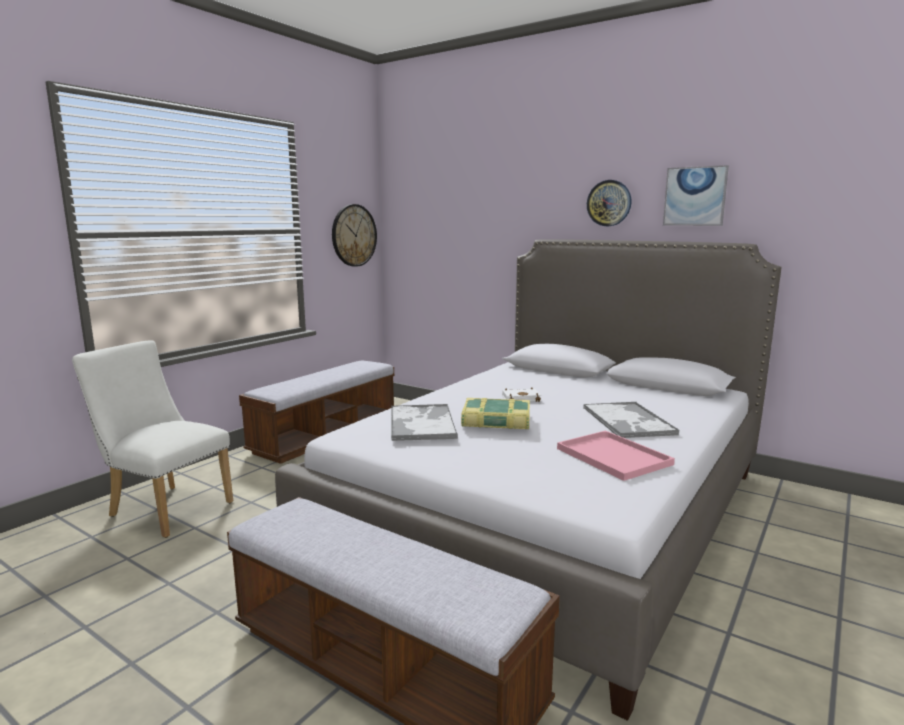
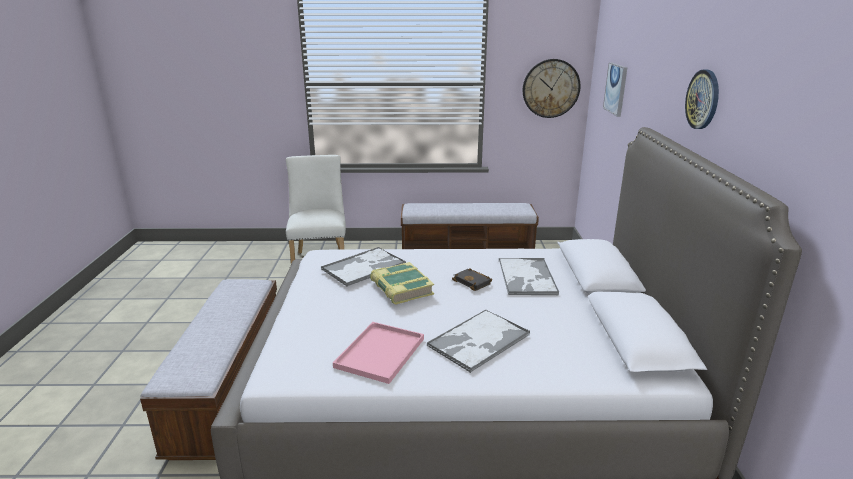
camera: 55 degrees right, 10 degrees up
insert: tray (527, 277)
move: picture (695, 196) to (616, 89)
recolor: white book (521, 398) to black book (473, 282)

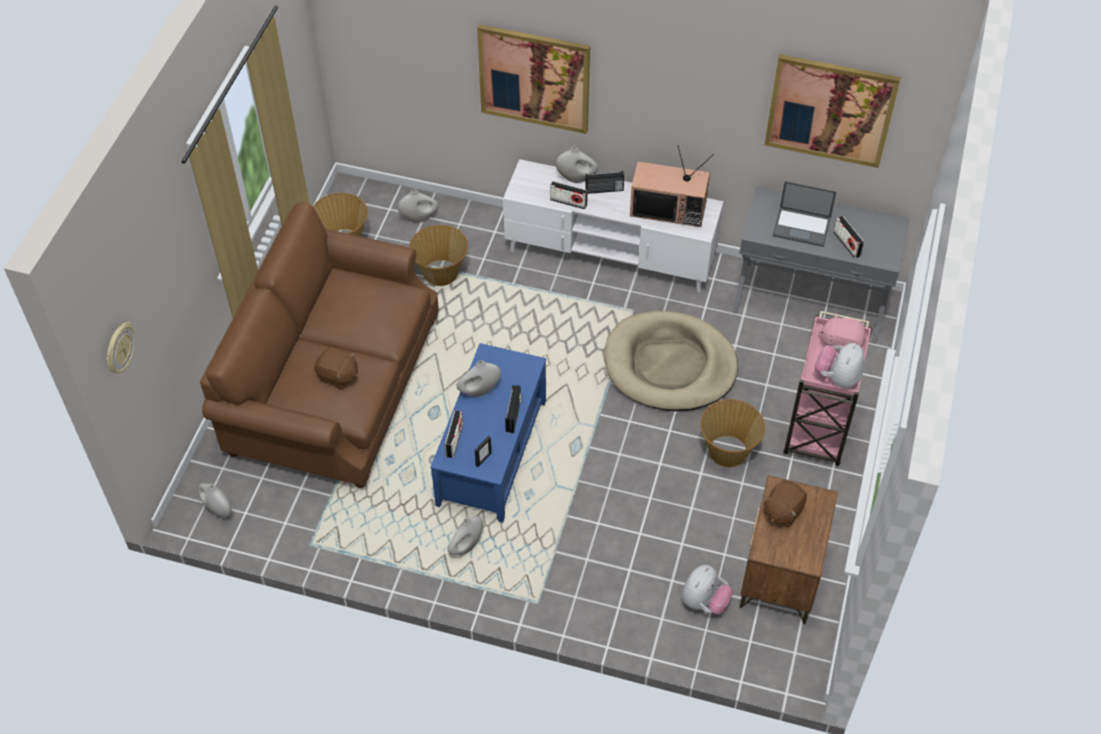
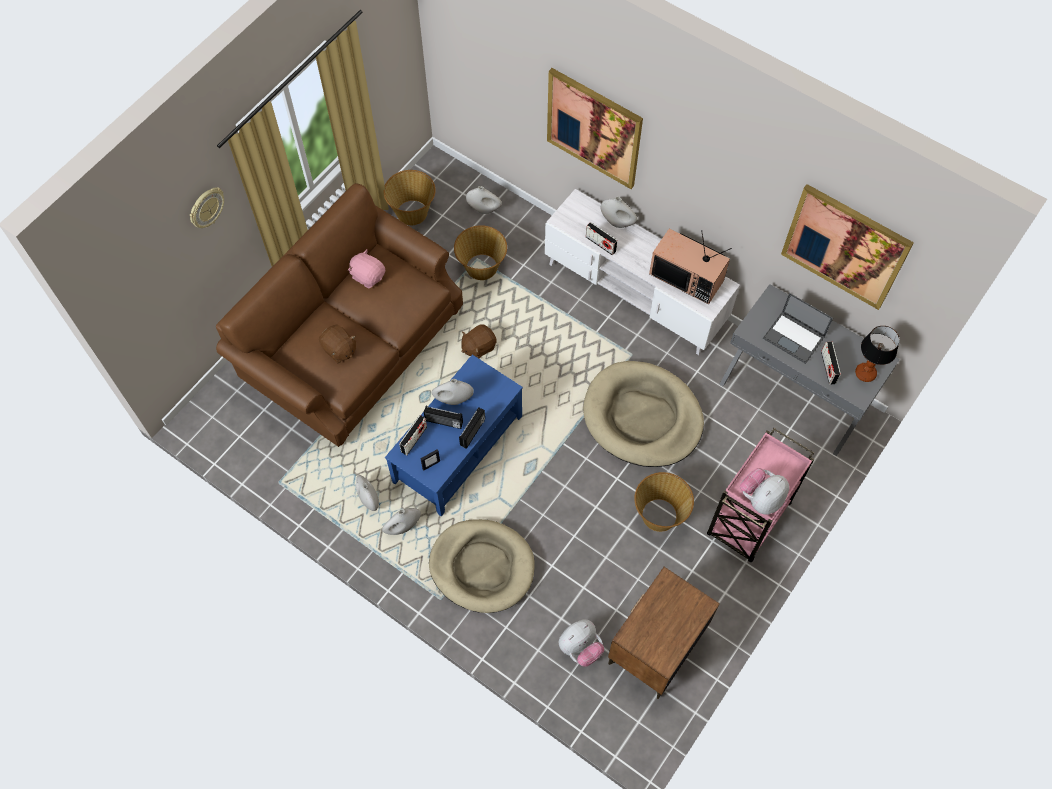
camera: 20 degrees right, 10 degrees up
insert: beige dog bed (482, 567); table lamp (865, 373)
move: wall clock (119, 349) to (206, 208); white vase (217, 509) to (368, 499); radio (604, 190) to (443, 422); brown plush toy (782, 511) to (478, 347); pink plush toy (841, 344) to (368, 276)

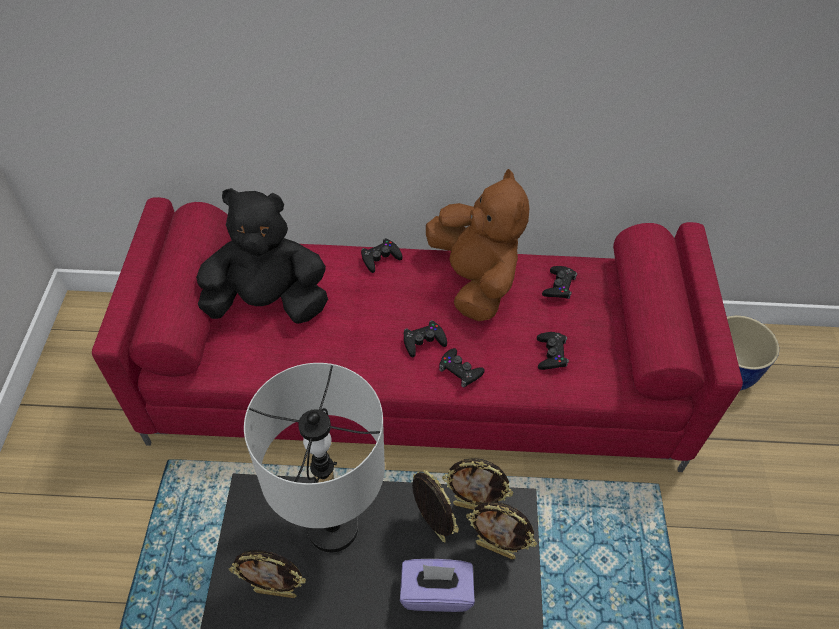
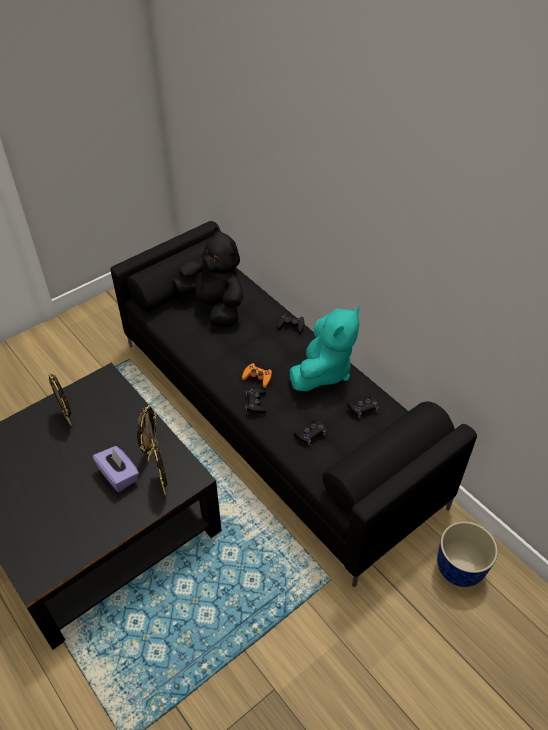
camera: 50 degrees right, 5 degrees down
delete: grey table lamp (333, 527); picture frame (473, 507)
recolor: red sofa (419, 382) to black sofa (275, 419); black game controller (423, 341) to orange game controller (257, 377); brown plush toy (474, 280) to turquoise plush toy (323, 371)

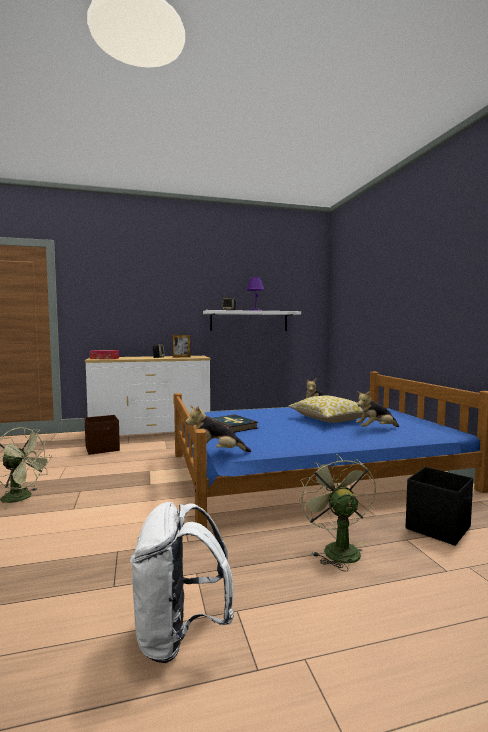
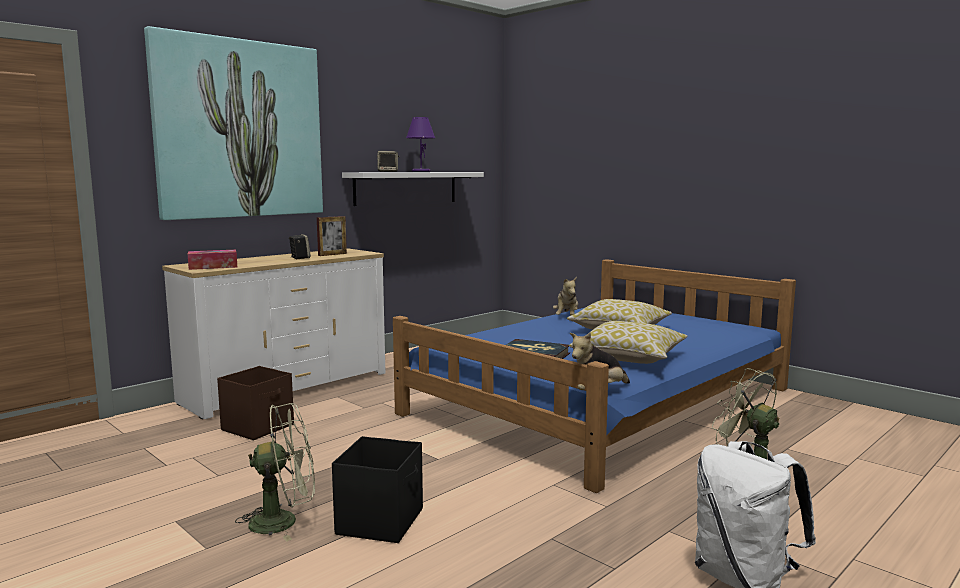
camera: 30 degrees left, 5 degrees up
delete: plush toy (375, 429)
insert: picture (239, 129); pillow (629, 358)
move: black storage box (438, 528) to (381, 521)

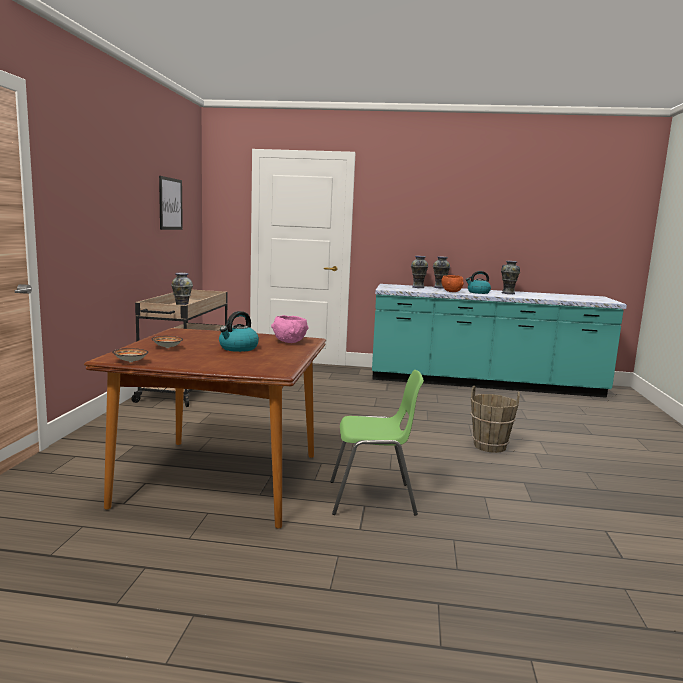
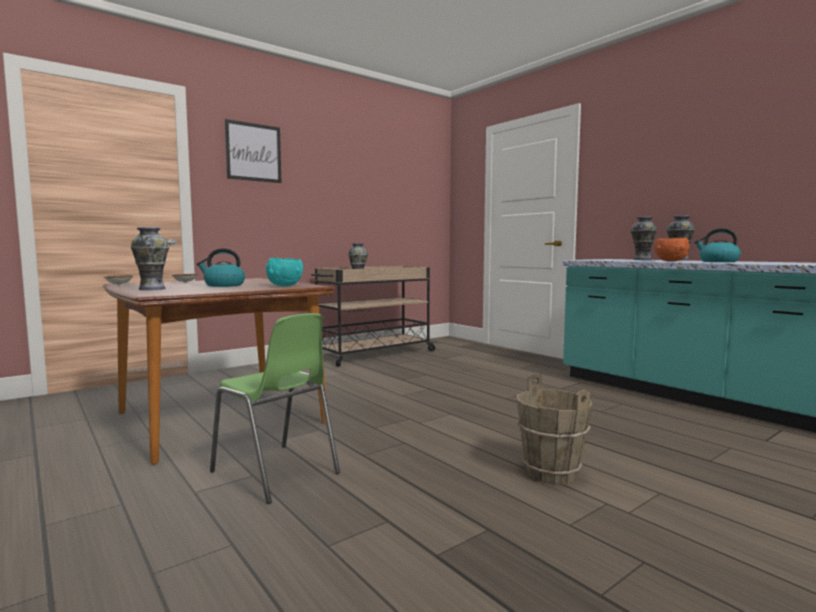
camera: 45 degrees right, 5 degrees down
move: picture (170, 204) to (253, 152); vase (508, 293) to (151, 289)
recolor: pink bowl (289, 342) to turquoise bowl (284, 286)

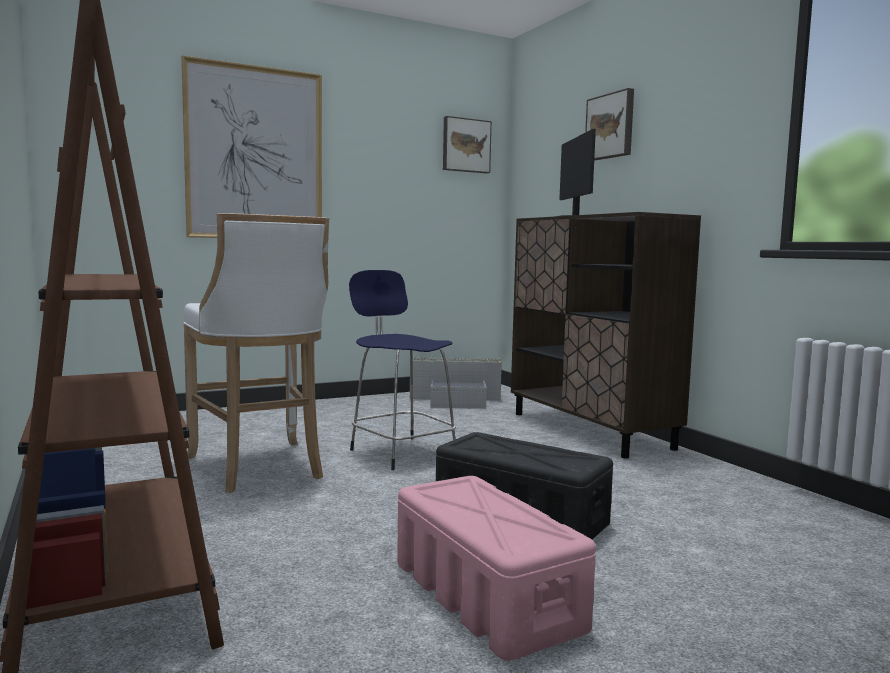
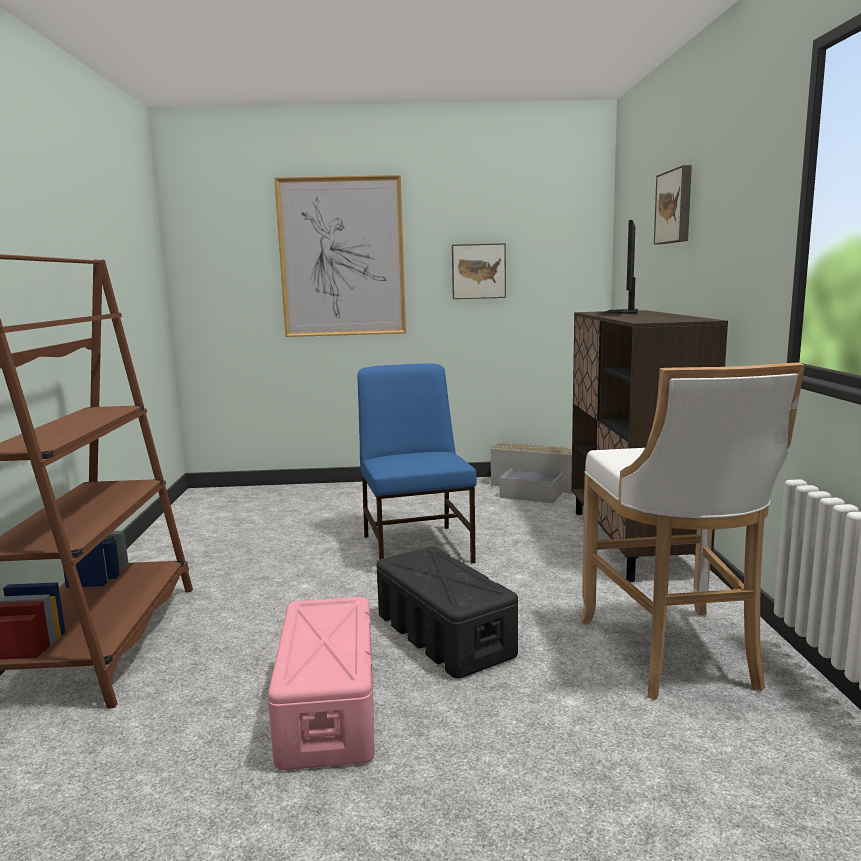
camera: 25 degrees right, 5 degrees up
move: white stool (259, 468) to (674, 655); picture (465, 145) to (478, 271)
replace: blue stool (400, 452) to blue chair (417, 547)

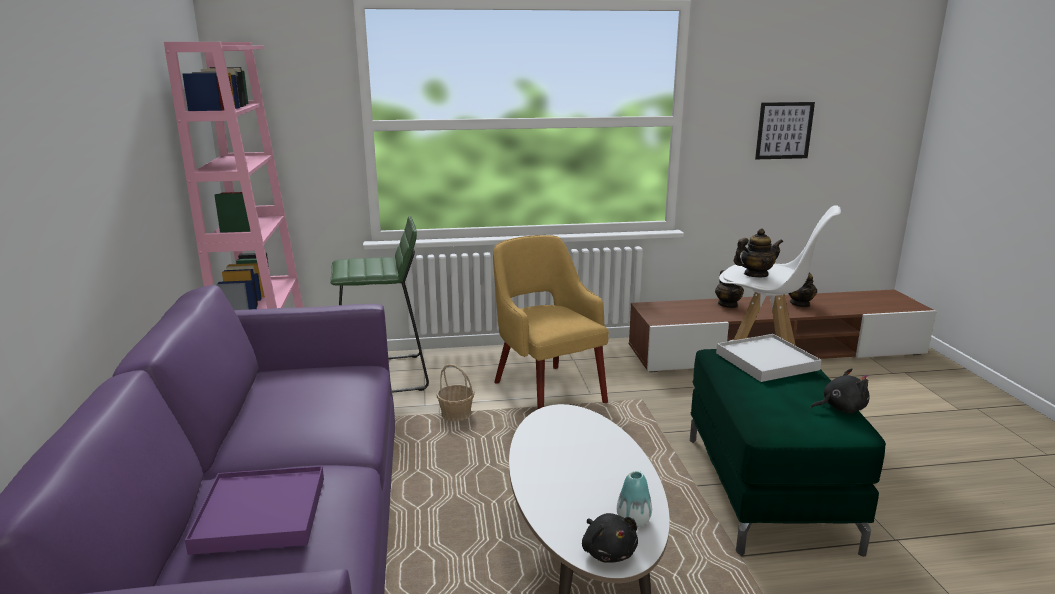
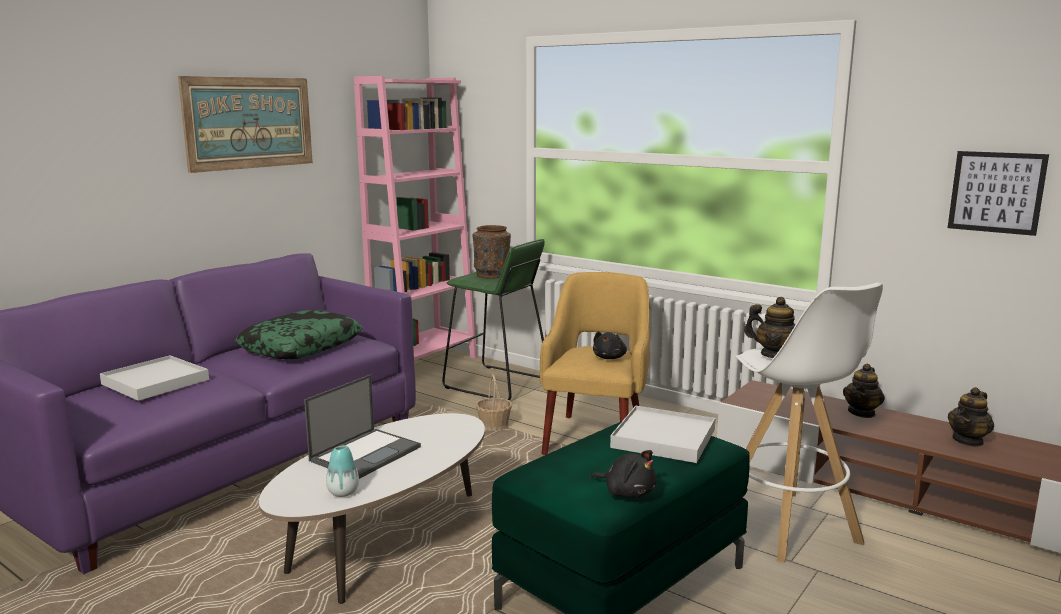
camera: 45 degrees right, 5 degrees down
insert: picture (249, 123); pillow (301, 346); laptop (366, 453); brown vase (492, 275)
move: black plush toy (608, 551) to (610, 357)
recolor: purple tray (261, 513) to white tray (156, 382)

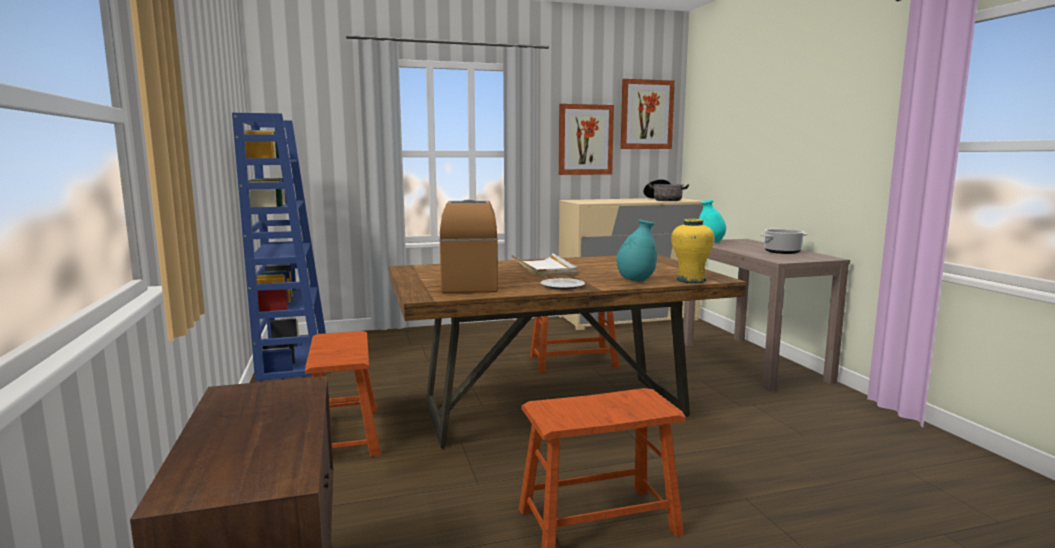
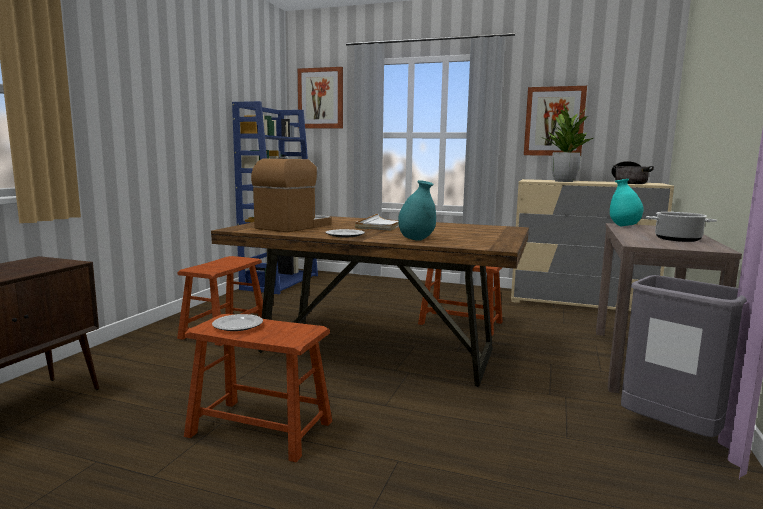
camera: 35 degrees right, 0 degrees up
delete: yellow vase (691, 280)
insert: plate (238, 325); potted plant (564, 181); grey trash can (670, 433)
move: picture (646, 114) to (320, 98)

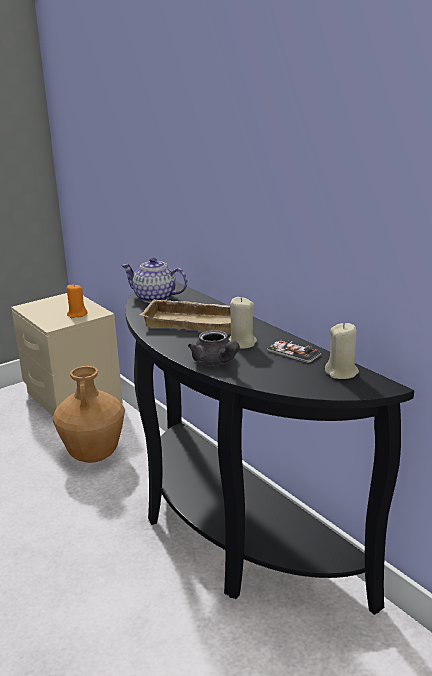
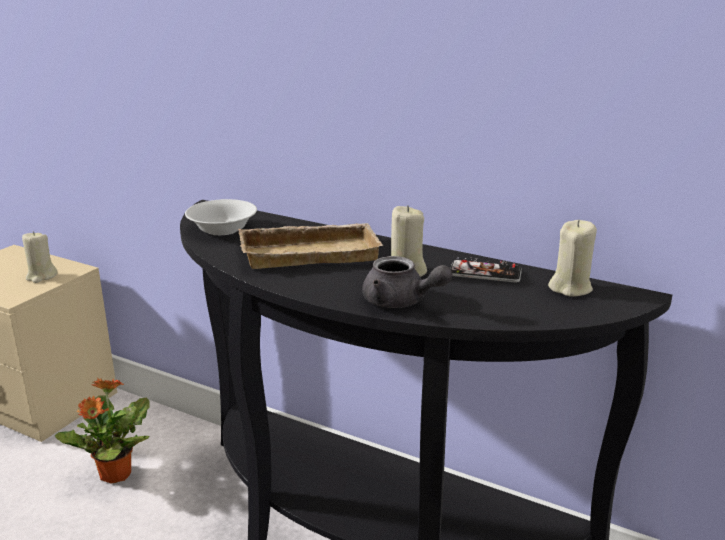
camera: 25 degrees left, 0 degrees up
replace: brown vase (93, 455) to potted plant (114, 475); teapot (155, 298) to white bowl (223, 229)
recolor: orange candle (77, 314) to beige candle (41, 276)

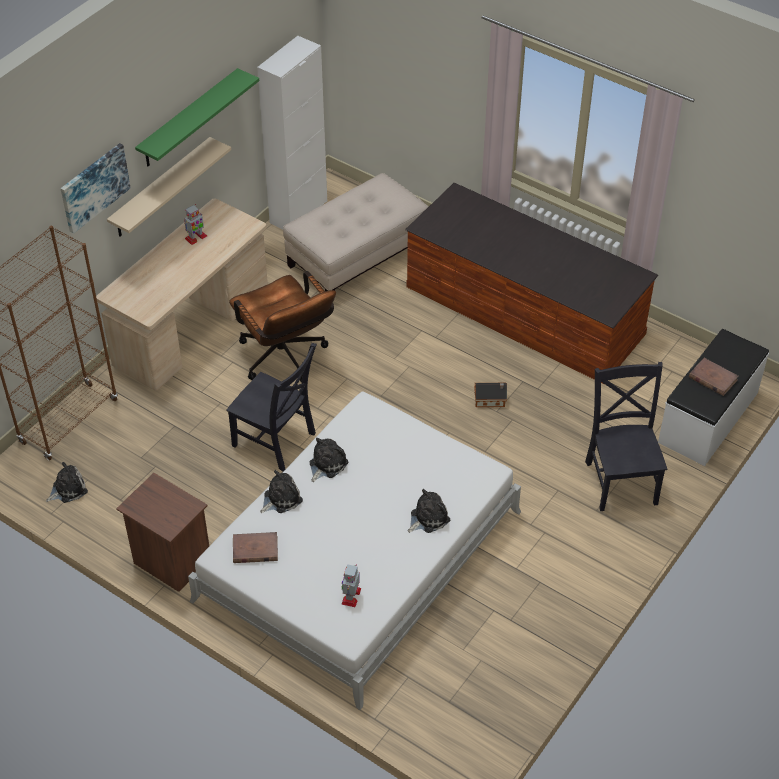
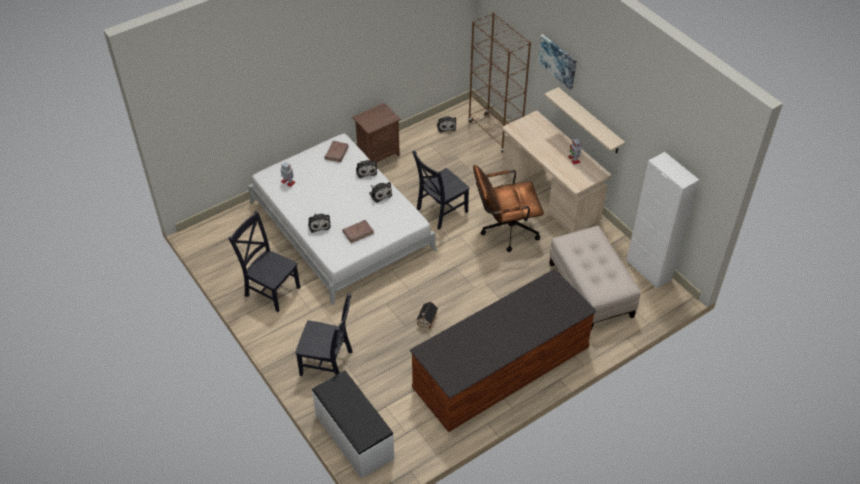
camera: 110 degrees right, 0 degrees up
delete: green shelf (189, 119)
insert: black chair (271, 290)
move: brown book (712, 378) to (358, 232)

